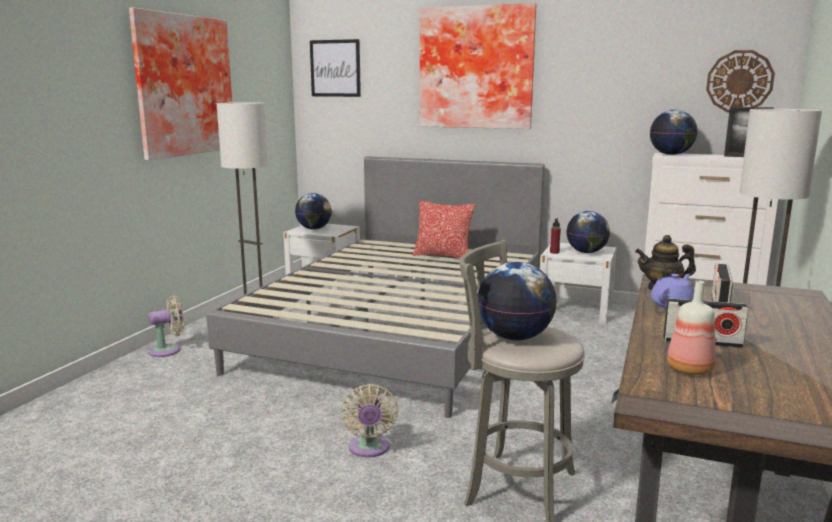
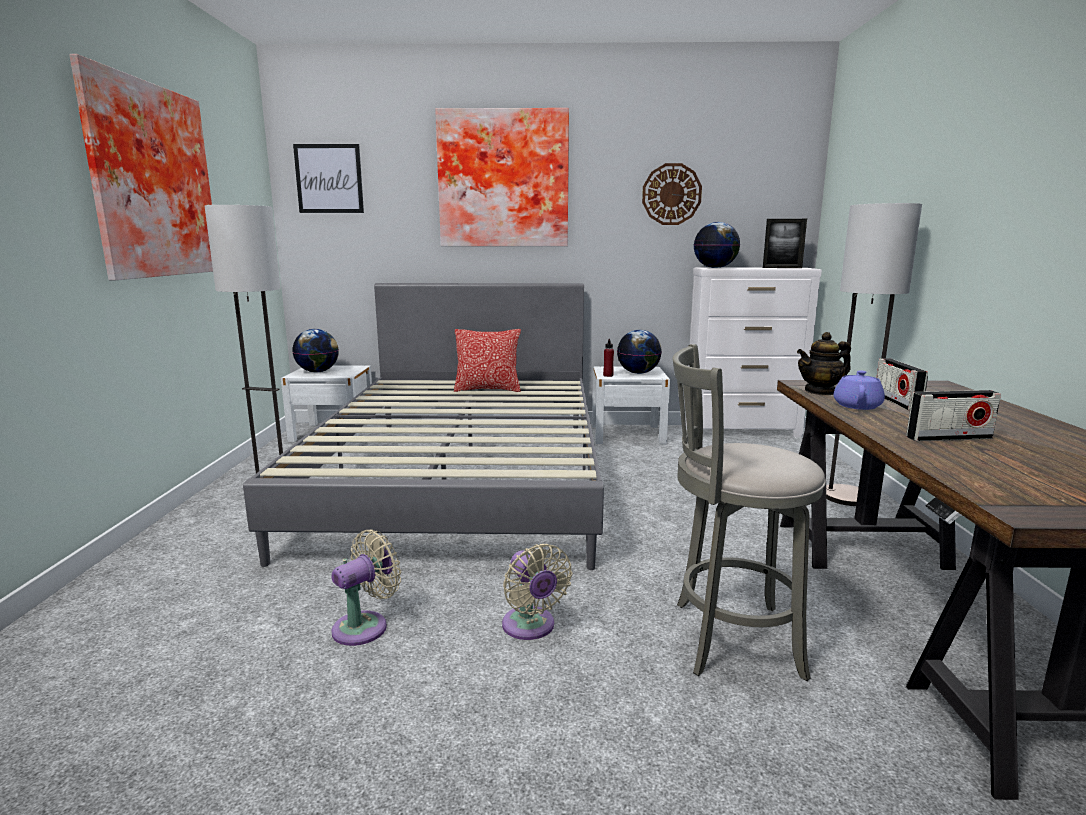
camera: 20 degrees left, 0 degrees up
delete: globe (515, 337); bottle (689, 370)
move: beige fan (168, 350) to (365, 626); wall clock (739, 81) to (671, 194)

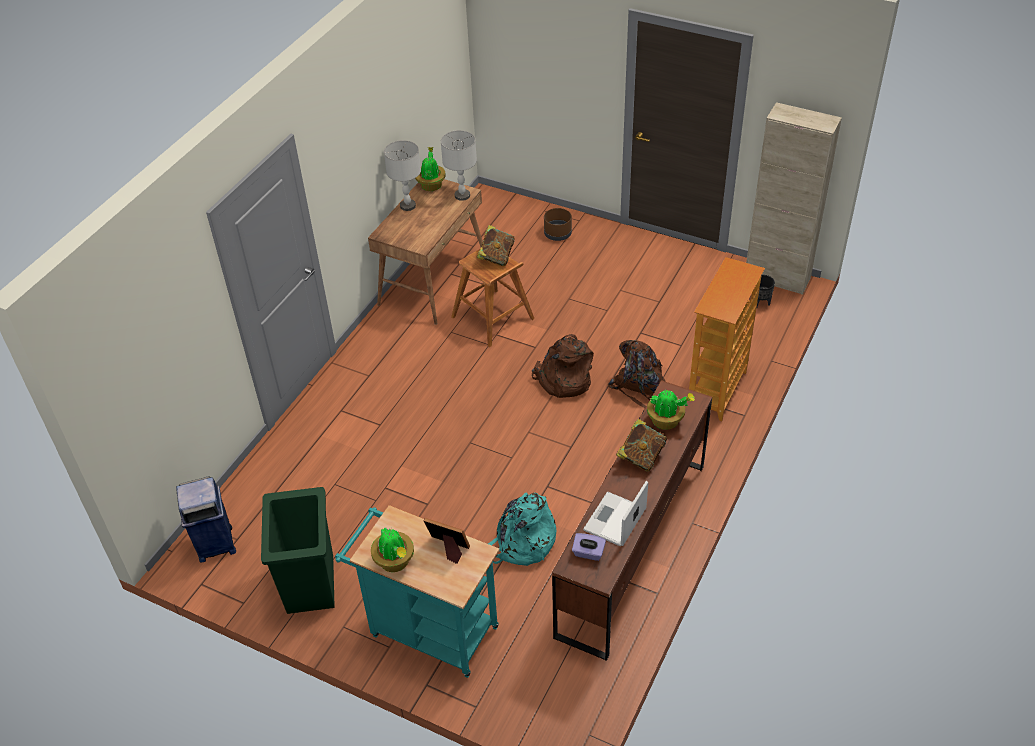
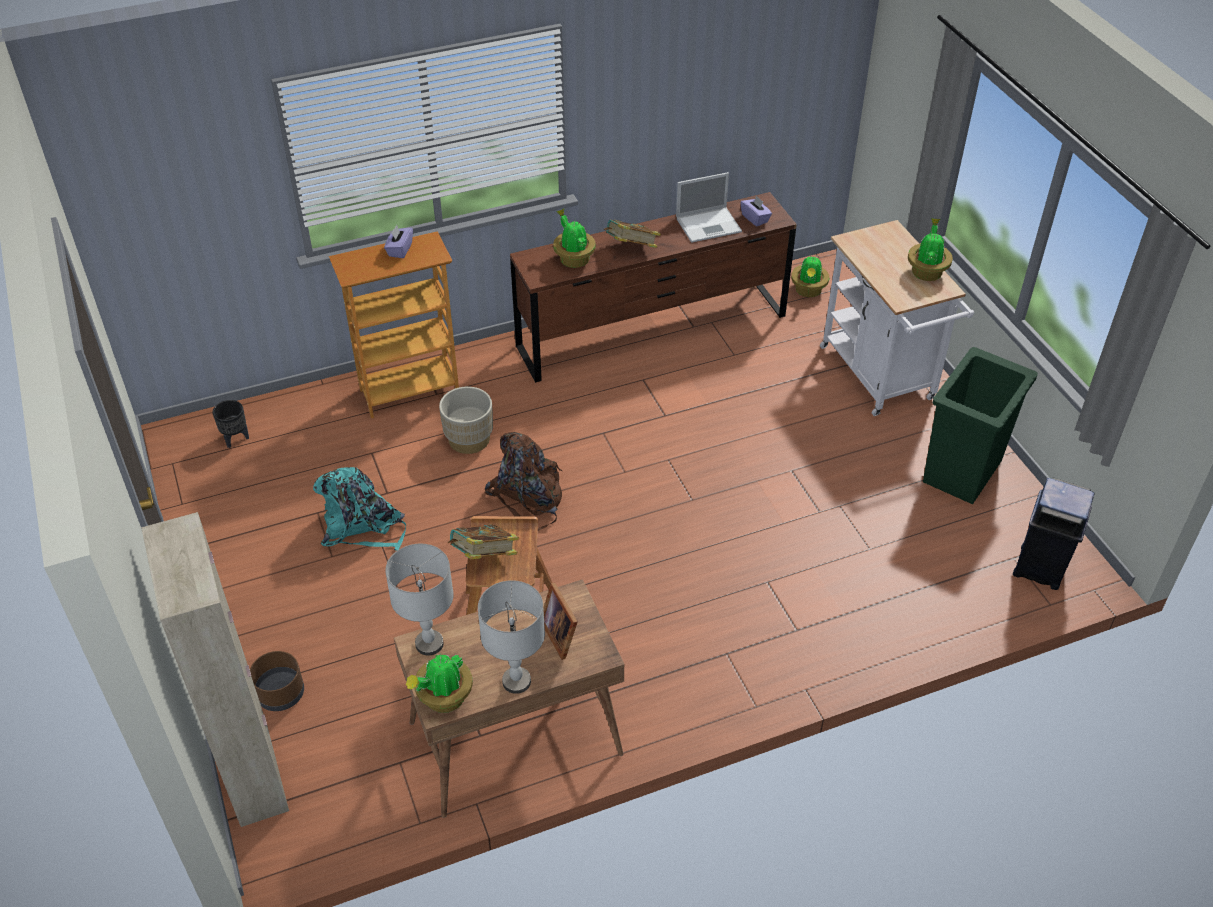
camera: 140 degrees left, 0 degrees up
insert: purple tissue box (399, 250); potted plant (808, 291)
move: picture frame (448, 549) to (562, 633); turquoise backpack (521, 544) to (362, 526); beige cabinet (777, 278) to (254, 774)
replace: brown backpack (641, 388) to beige planter (469, 439)
recolor: turquoise cart (427, 629) to white cart (881, 378)

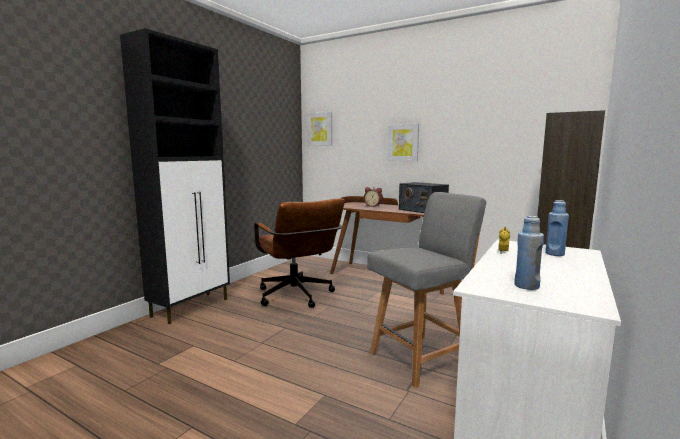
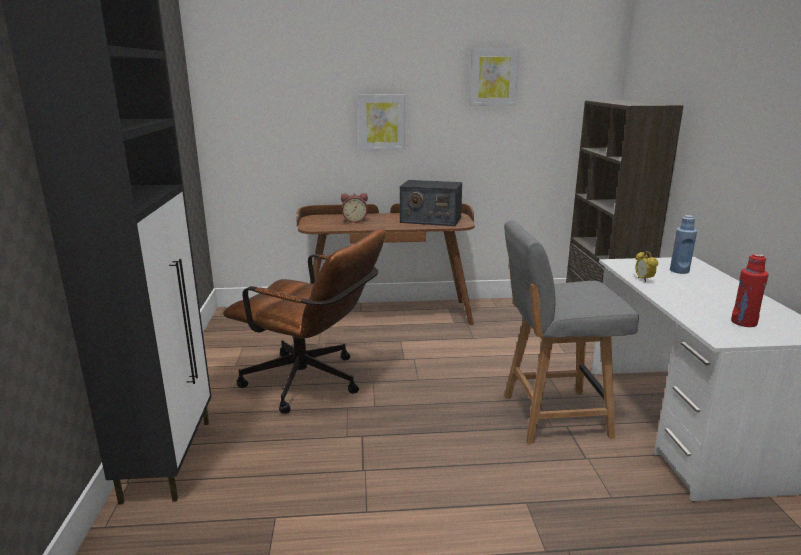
camera: 35 degrees left, 10 degrees up
move: picture (320, 129) to (493, 77)
recolor: blue bottle (526, 286) to red bottle (743, 323)
rotate: grey chair (421, 358) = (552, 415) 120 degrees counterclockwise

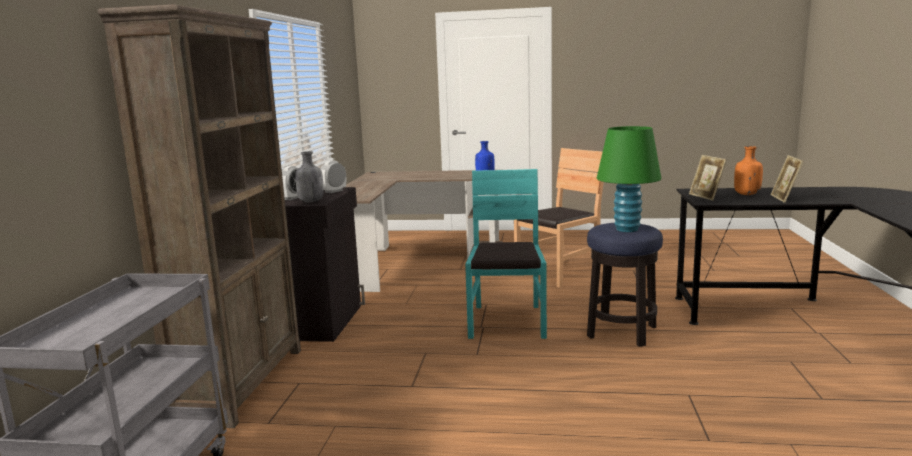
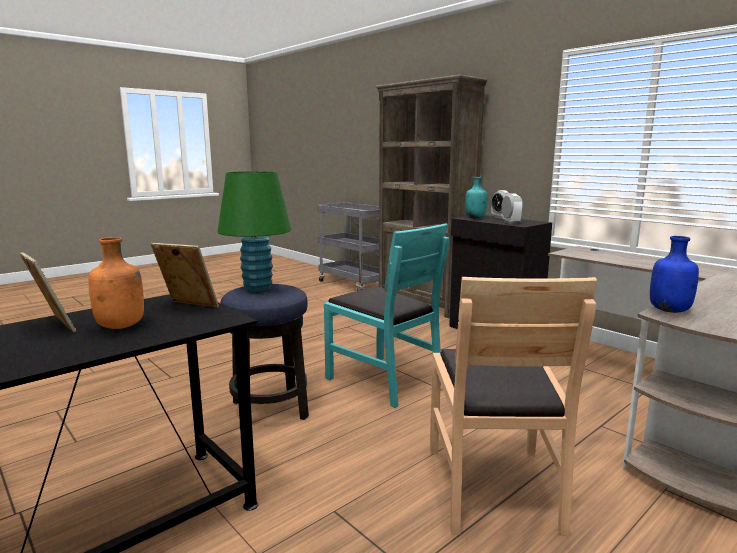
camera: 130 degrees right, 0 degrees up
recolor: grey bottle (310, 201) to turquoise bottle (475, 218)

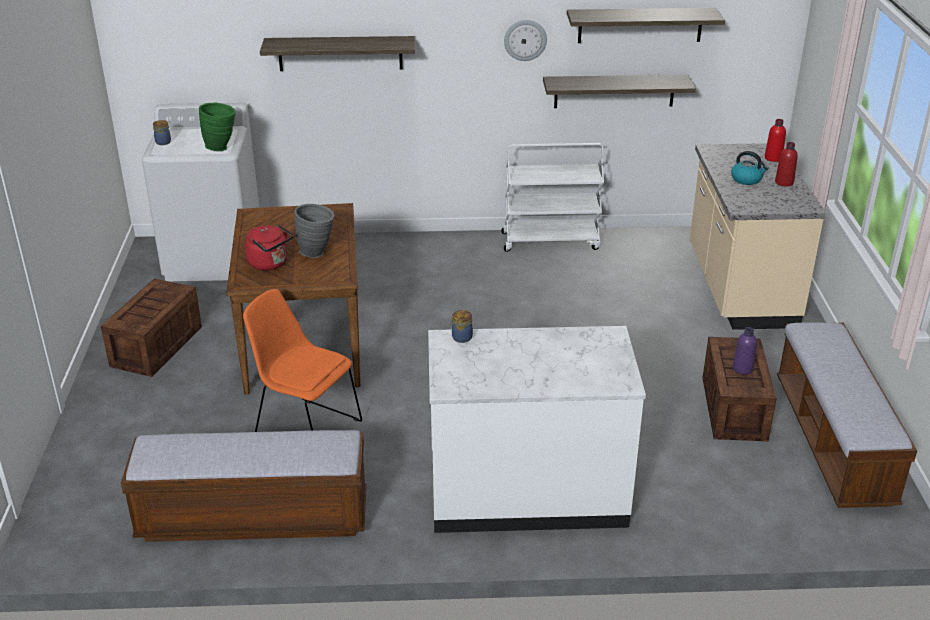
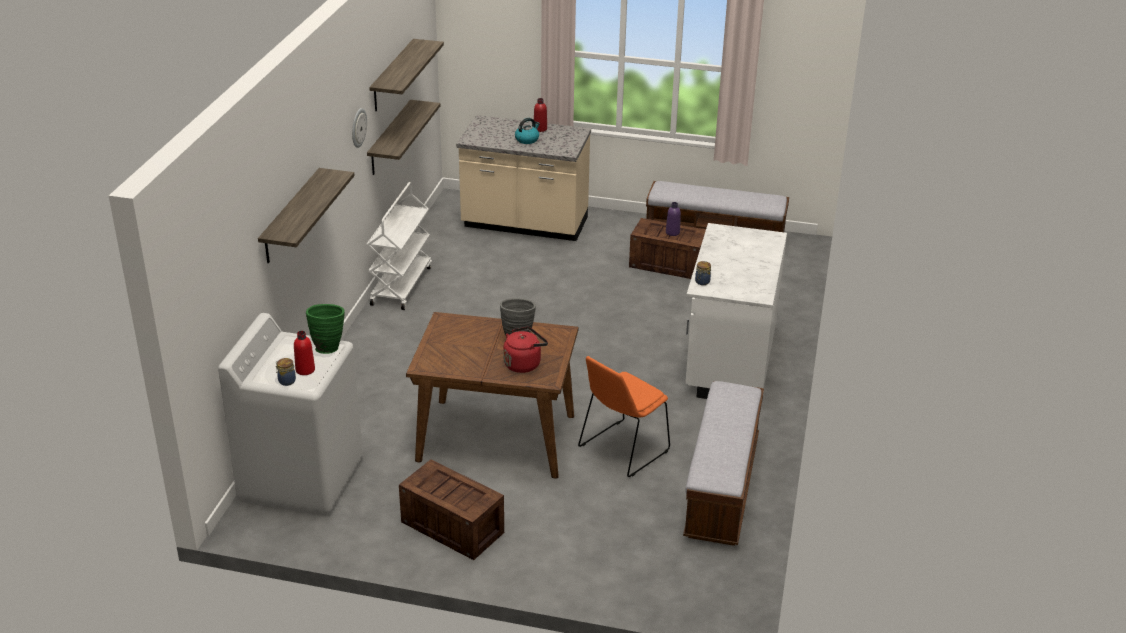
camera: 75 degrees left, 0 degrees up
move: red bottle (773, 158) to (305, 370)

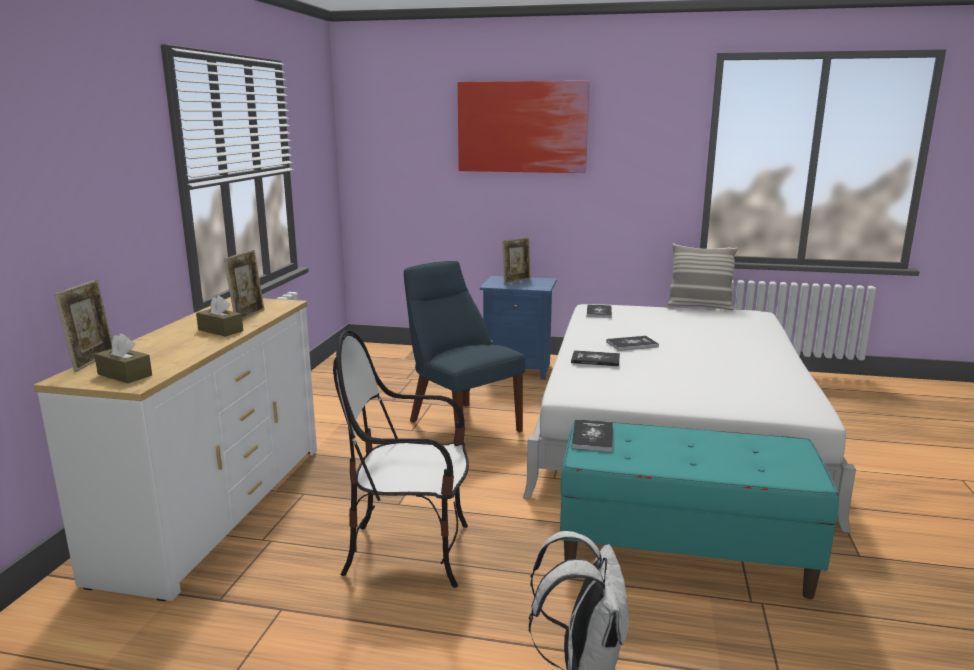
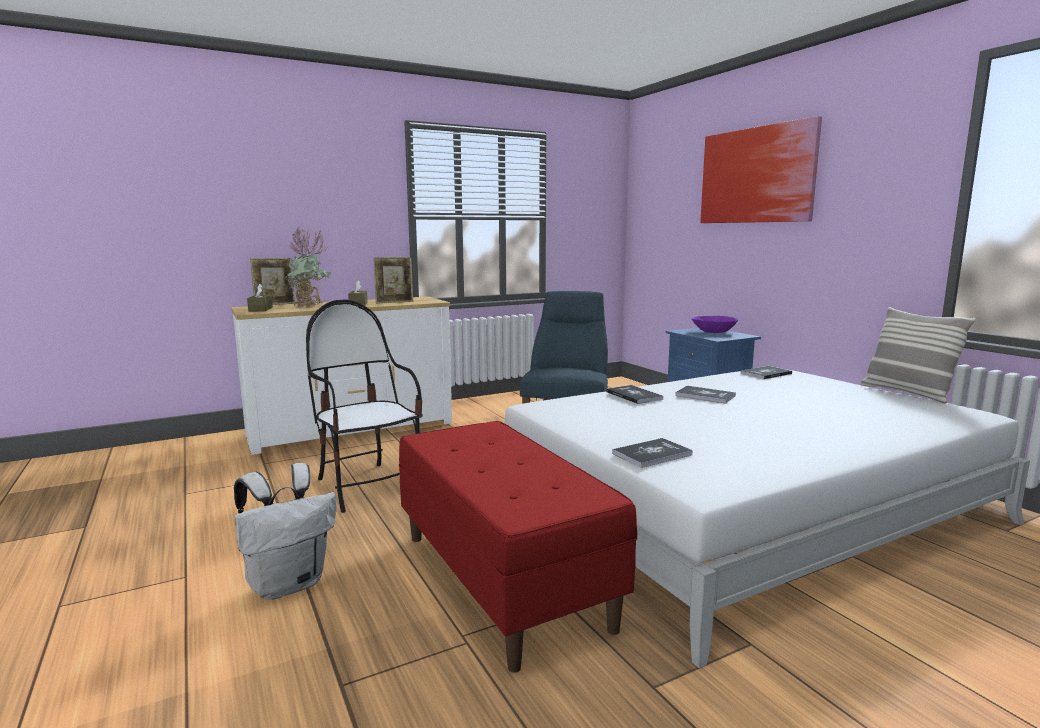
camera: 50 degrees right, 5 degrees down
insert: potted plant (311, 307)
move: book (592, 437) to (652, 454)
replace: picture frame (516, 281) to purple bowl (713, 332)
recolor: turquoise bench (683, 553) to red bench (503, 579)

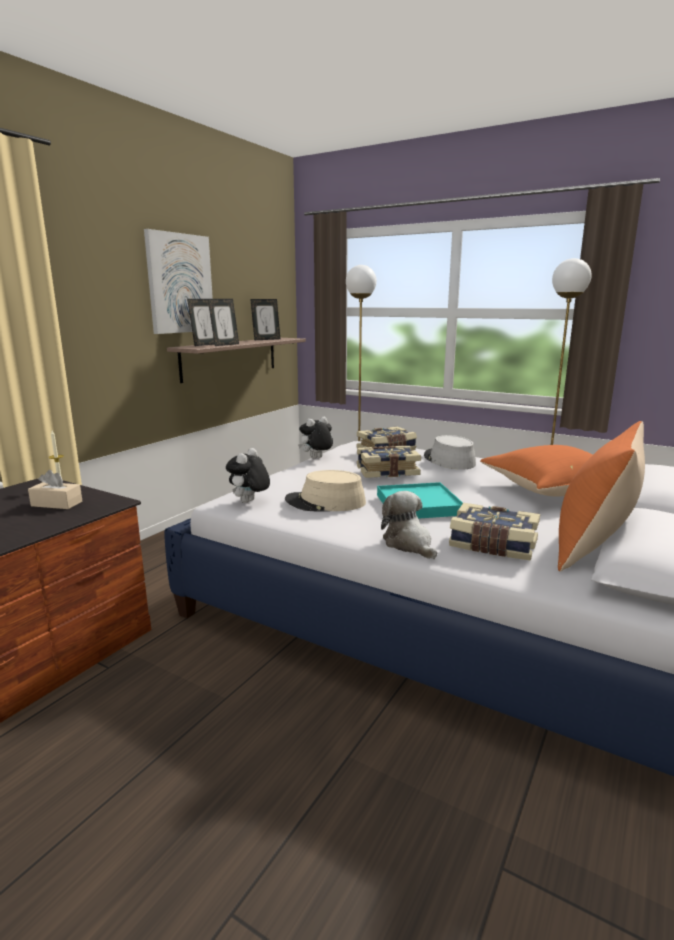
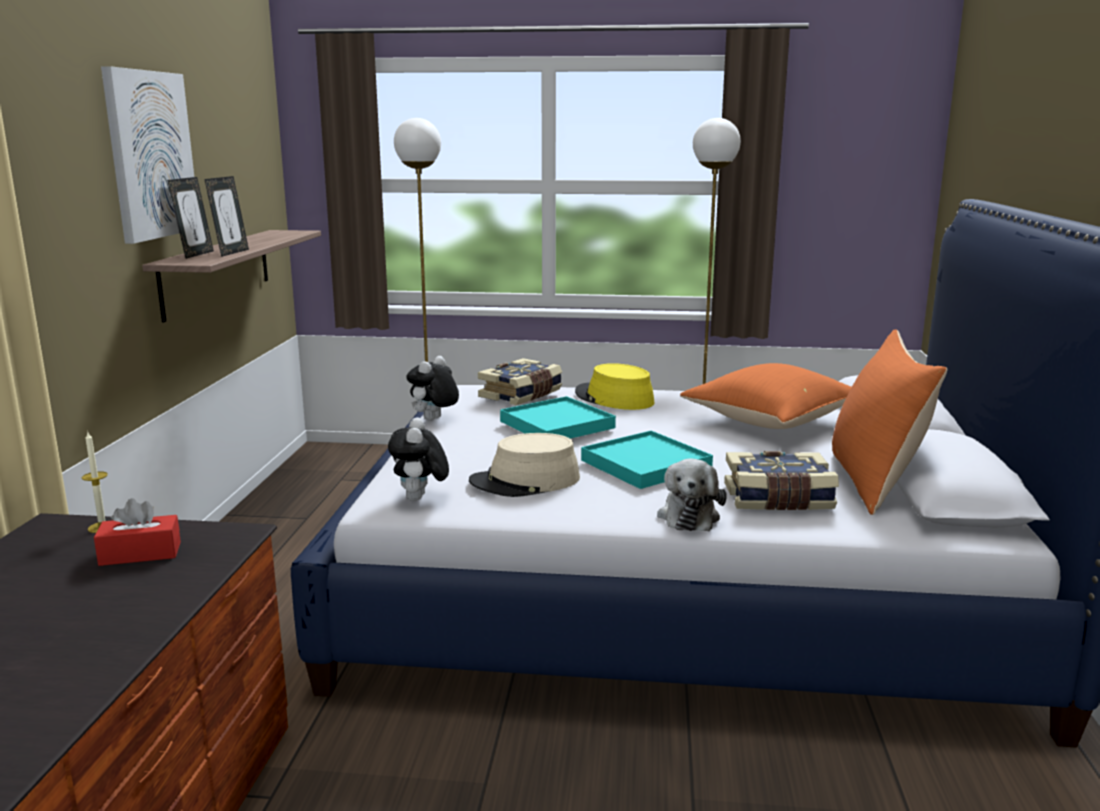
camera: 25 degrees left, 0 degrees up
delete: picture frame (266, 339)
replace: book (387, 471) to turquoise tray (557, 425)
recolor: beige tissue box (57, 504) to red tissue box (140, 554); grey hat (448, 460) to yellow hat (613, 398)
rotate: plush toy (409, 544) = (689, 516) 120 degrees counterclockwise

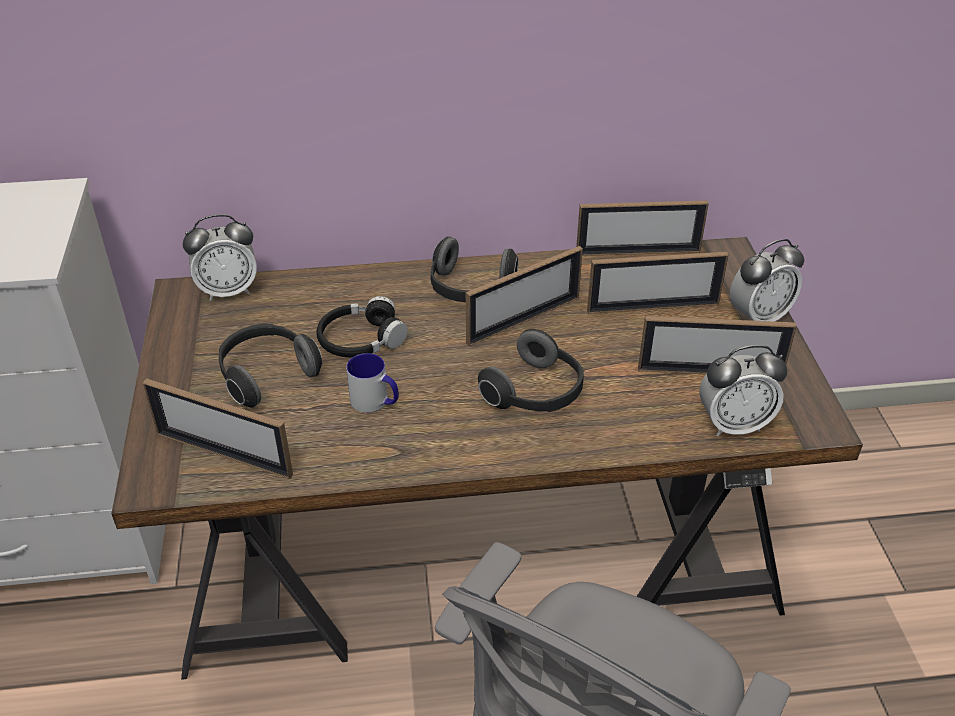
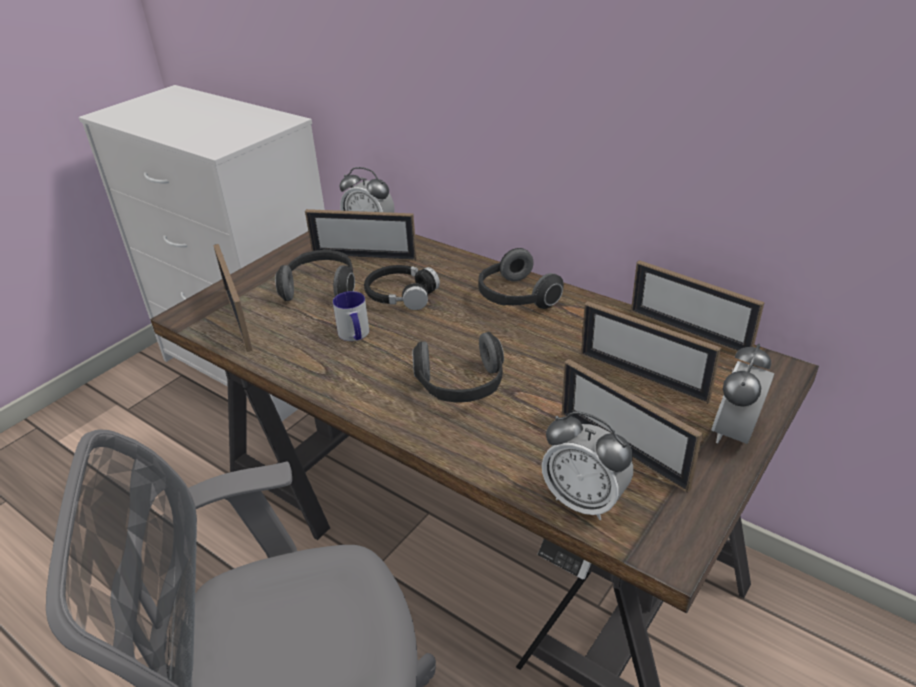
camera: 45 degrees right, 5 degrees down
move: picture frame (523, 320) to (364, 257)
rotate: alarm clock (759, 317) = (734, 433) 105 degrees clockwise

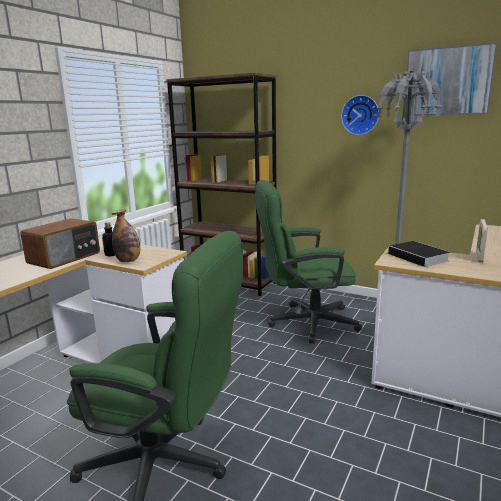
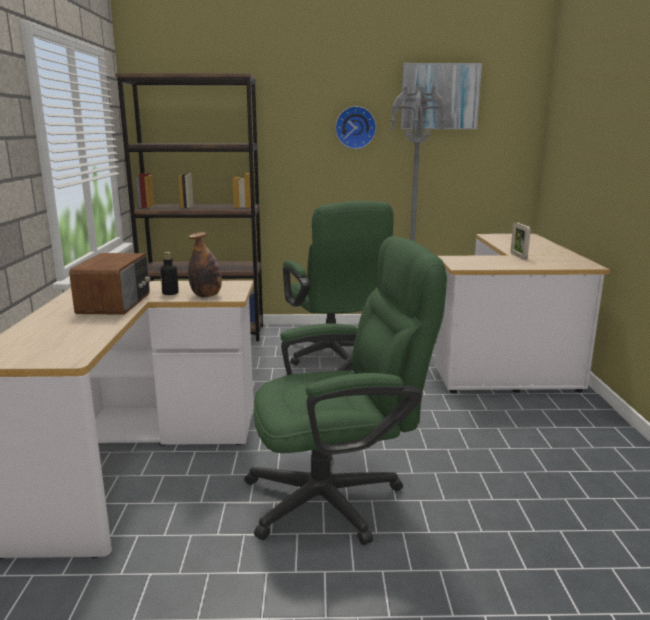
camera: 30 degrees left, 0 degrees up
delete: book (419, 257)
rotate: green office chair (304, 323) = (334, 357) 75 degrees counterclockwise

